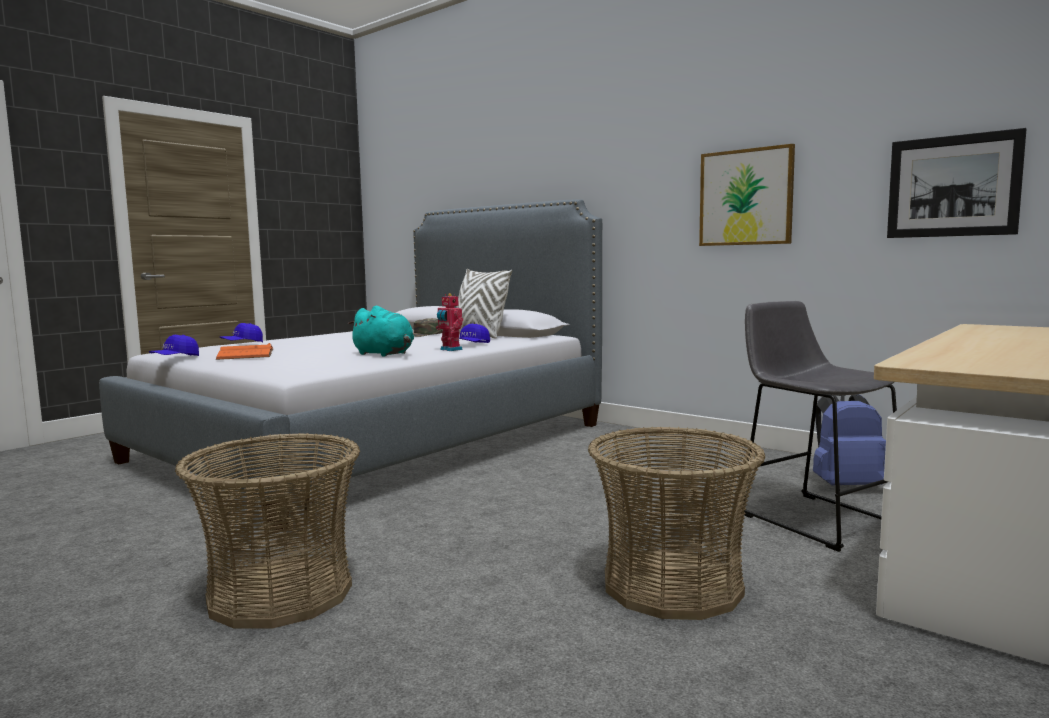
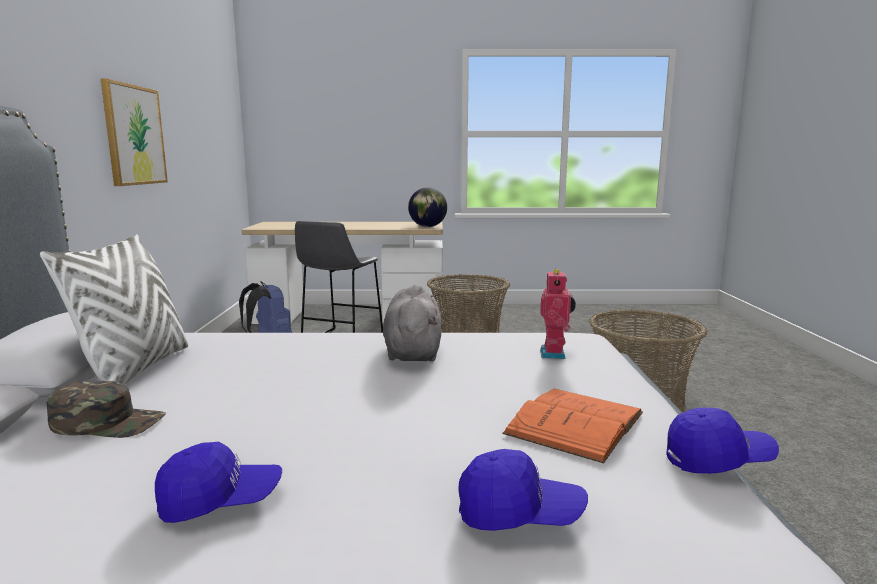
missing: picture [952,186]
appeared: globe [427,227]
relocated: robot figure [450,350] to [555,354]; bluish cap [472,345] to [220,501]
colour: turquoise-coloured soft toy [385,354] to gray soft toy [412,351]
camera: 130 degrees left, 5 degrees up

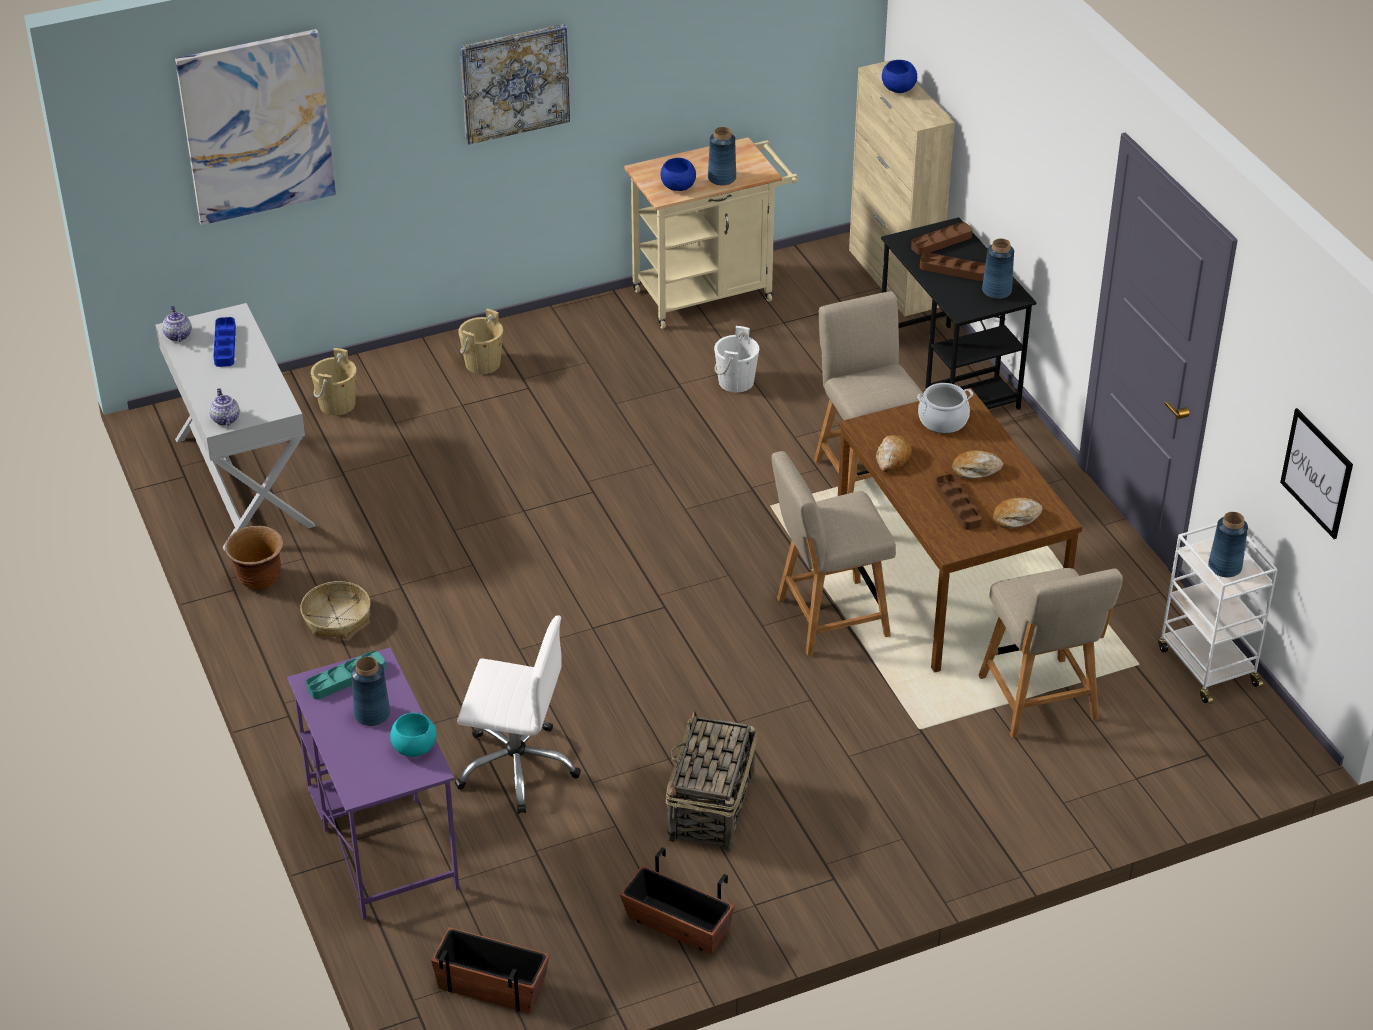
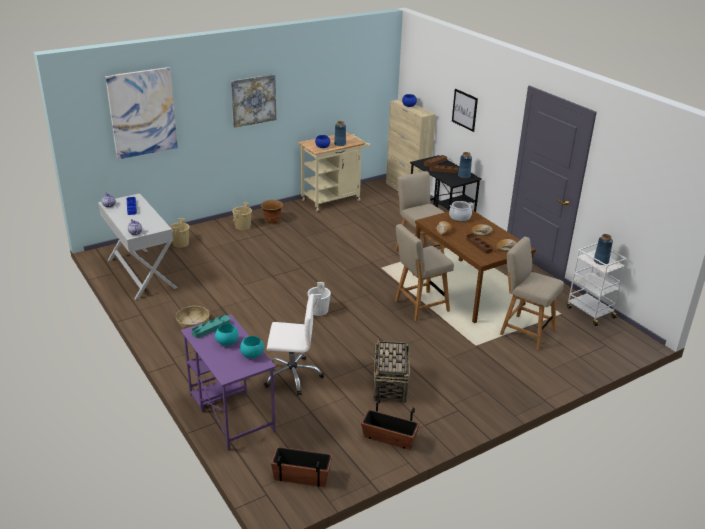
relocated: brown flower pot [259,580] to [272,221]; white-coloured bucket [736,381] to [319,311]; picture [1317,473] to [464,110]
exchanged: bluish flower vase [372,714] to turquoise-coloured deep dish [227,342]
spun: sand-coloured plain chair [1040,702] = [524,331] 150 degrees clockwise
camera: 10 degrees left, 10 degrees down

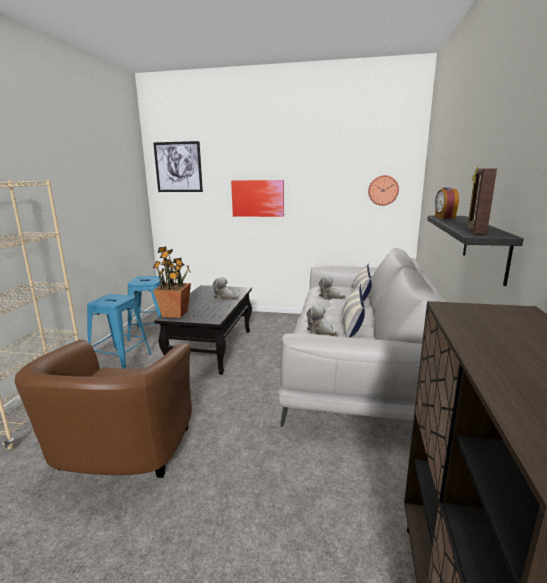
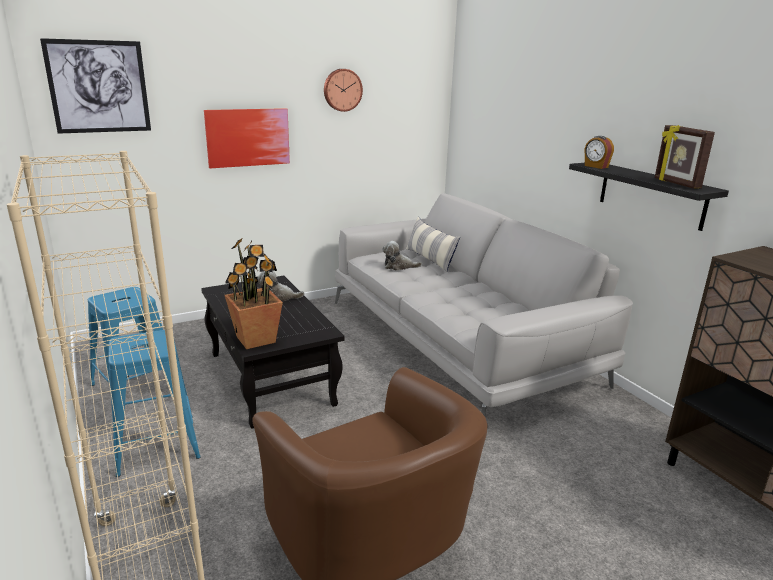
missing: soft toy [321,331]; pillow [352,326]
relocated: hanging clock [383,190] to [342,90]
camera: 40 degrees left, 5 degrees up

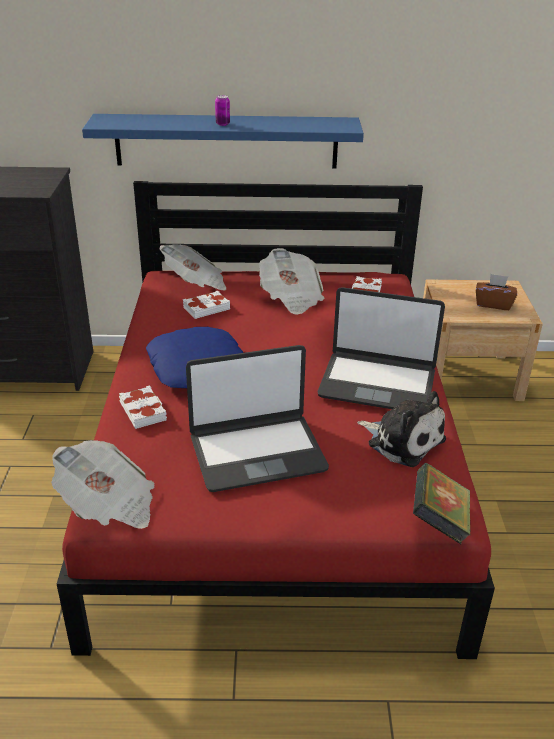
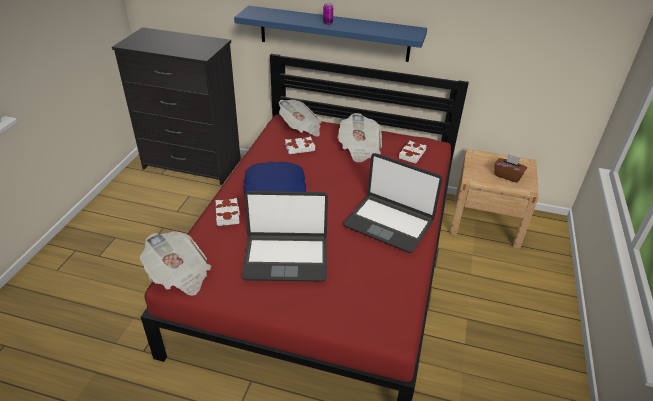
missing: soft toy [402,440]; volume [439,521]
camera: 15 degrees right, 5 degrees up

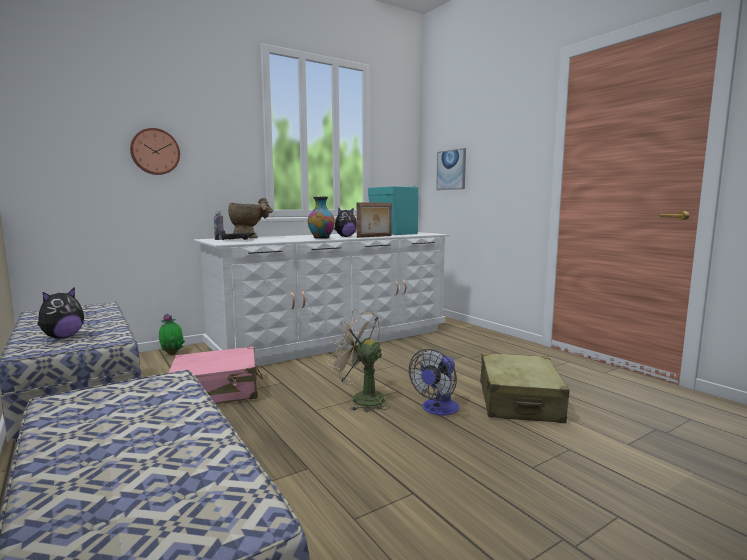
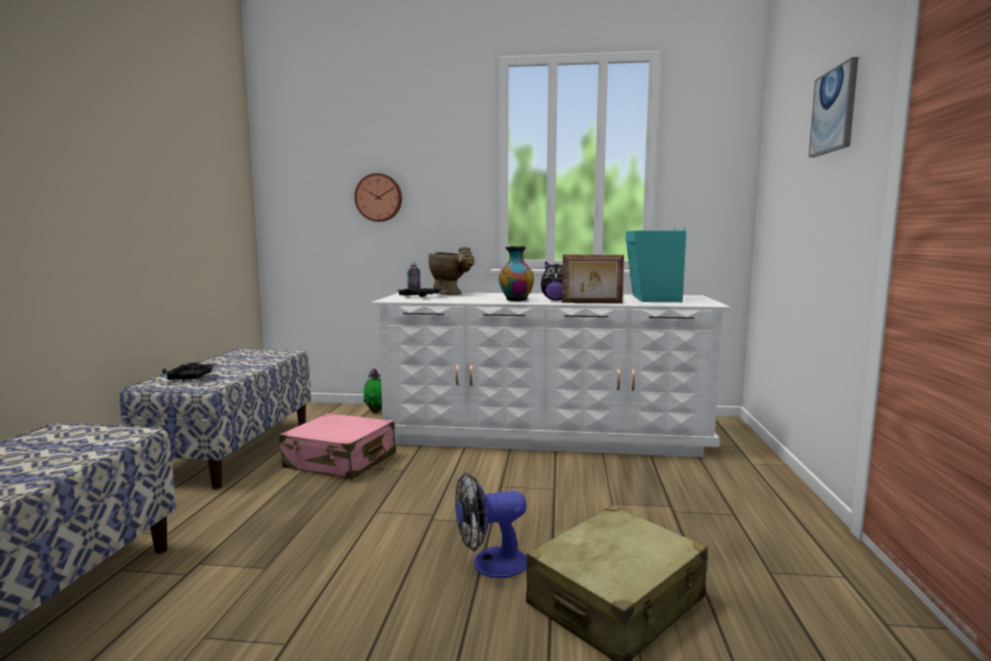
missing: sand-coloured fan [361,399]
relocated: picture [451,170] to [834,111]
exchanged: soft toy [62,337] to blackish tray [192,377]
camera: 40 degrees right, 0 degrees up

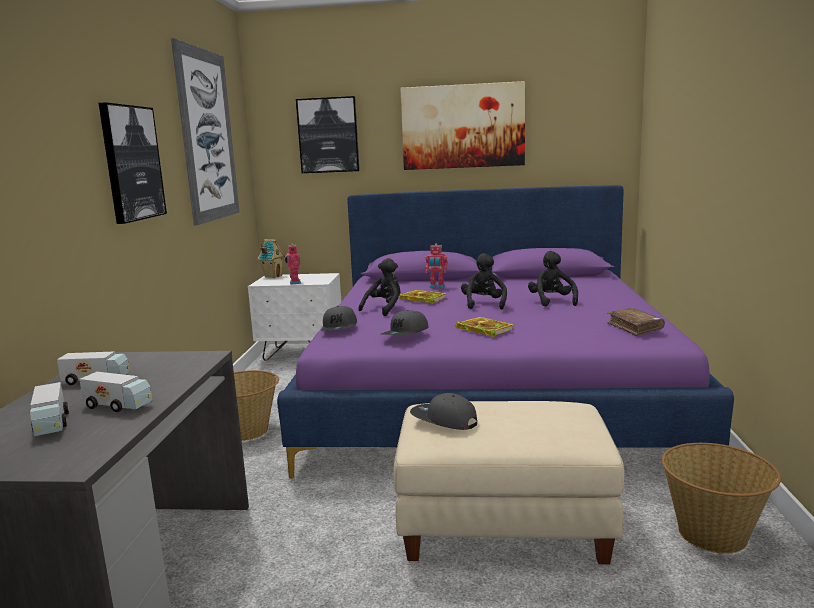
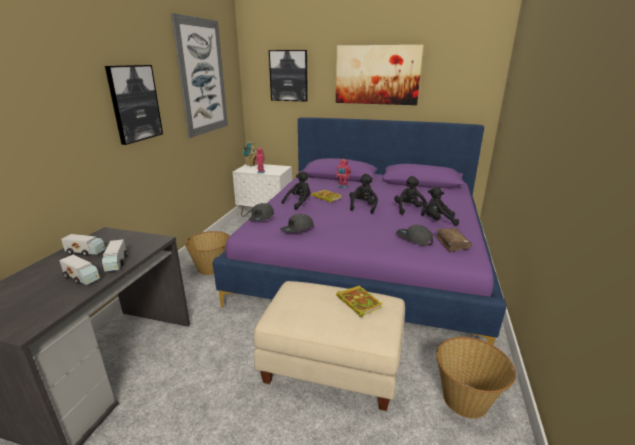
appeared: blackish soft toy [438,221]
relocated: toy lorry [51,424] to [116,263]; gray cap [443,420] to [414,239]; volume [483,329] to [358,302]
camera: 10 degrees right, 10 degrees up

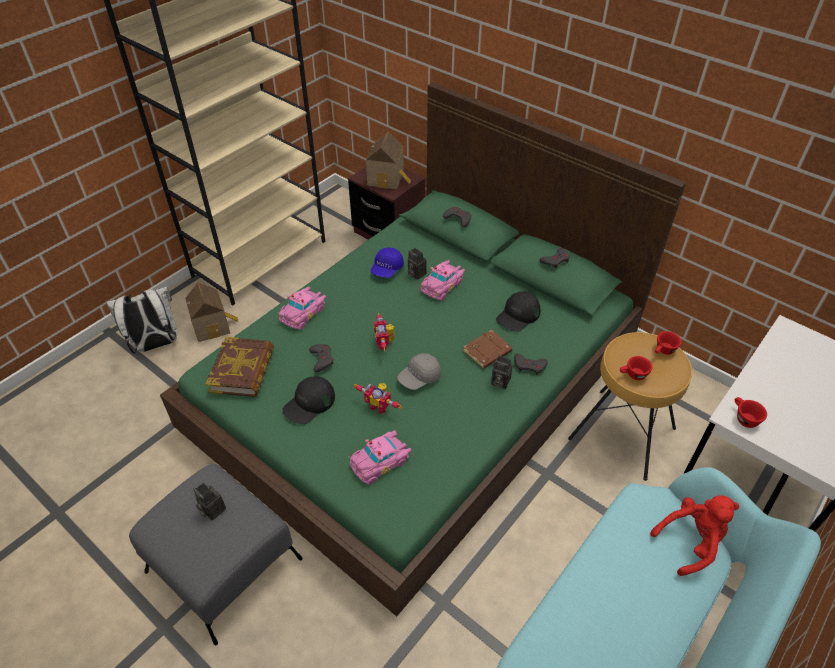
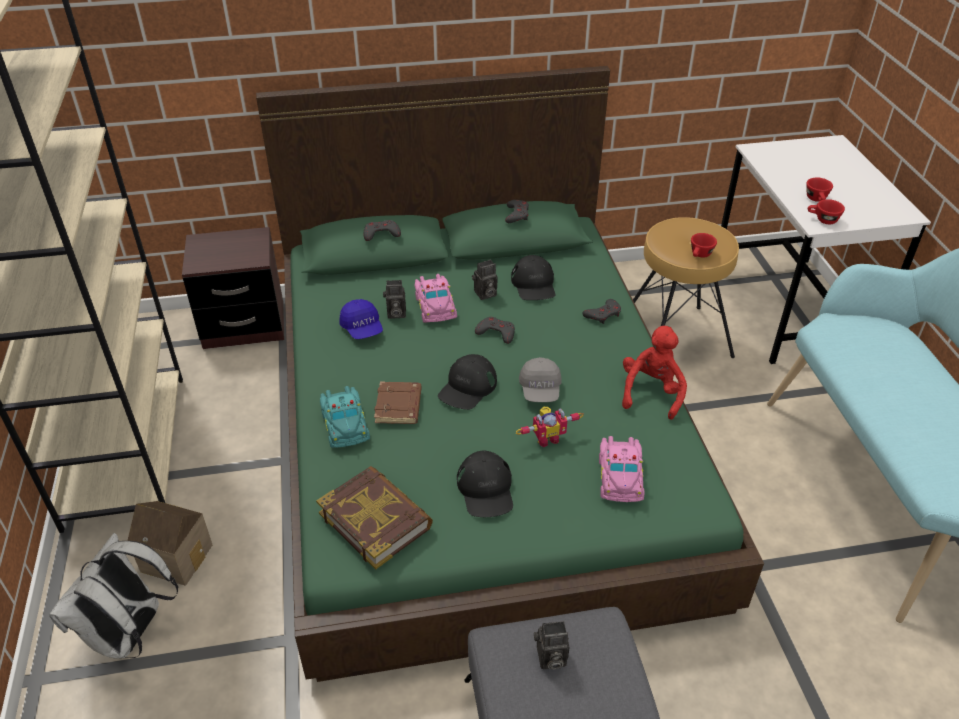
missing: miniature house [387,179]
relocated: gray joypad [321,359] to [496,332]; brown volume [487,352] to [399,407]; photo camera [499,382] to [485,294]; reddish soft toy [691,541] to [651,392]; reddish drinking cup [663,351] to [817,200]
exchanged: robot figure [385,343] to blackish cap [467,387]
colour: pink-coloured miniature car [304,313] to turquoise-coloured miniature car [346,424]
camera: 50 degrees left, 5 degrees down

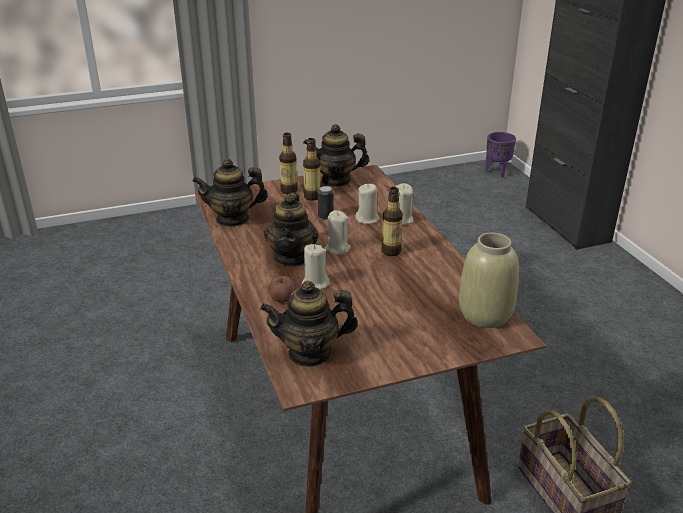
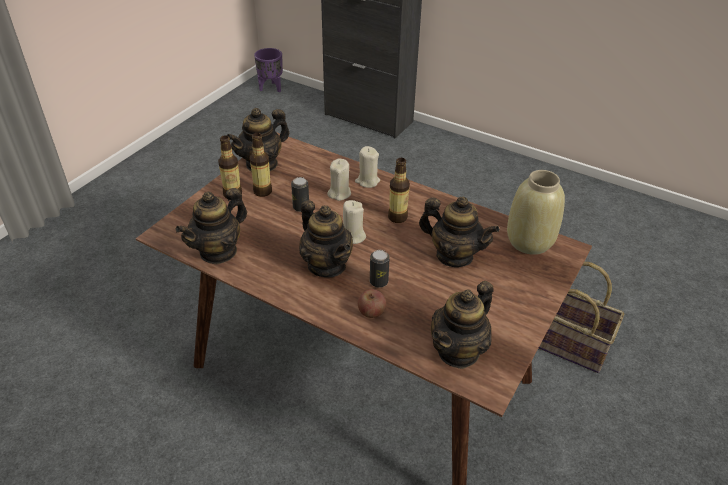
appeared: tea pot [454,255]
exchanged: sand-coloured wax candle [315,284] to metal can [378,282]
camera: 40 degrees left, 10 degrees up

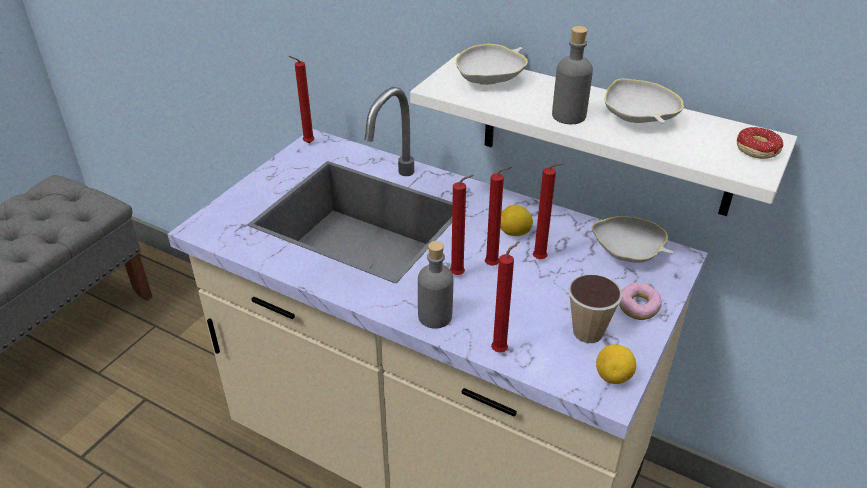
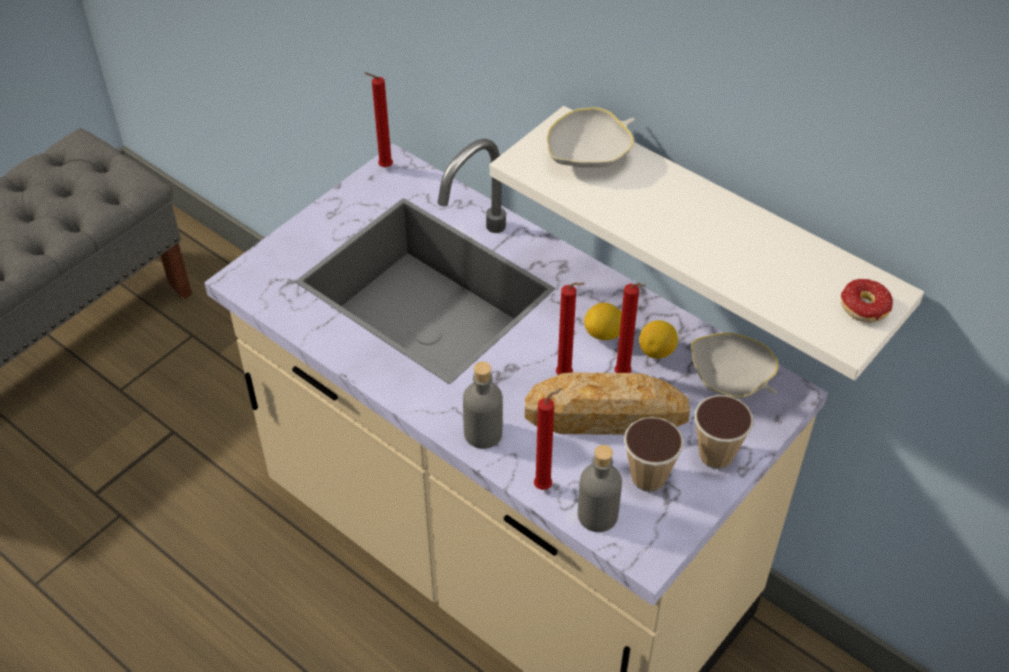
missing: reddish wax candle [459,275]; white-coloured deep dish [638,119]
appeared: bread [606,414]
relocated: gray beverage bottle [568,116] to [597,515]; lemon [613,377] to [657,351]
exchanged: donut [637,308] to drinking cup [716,455]
camera: 10 degrees right, 10 degrees up

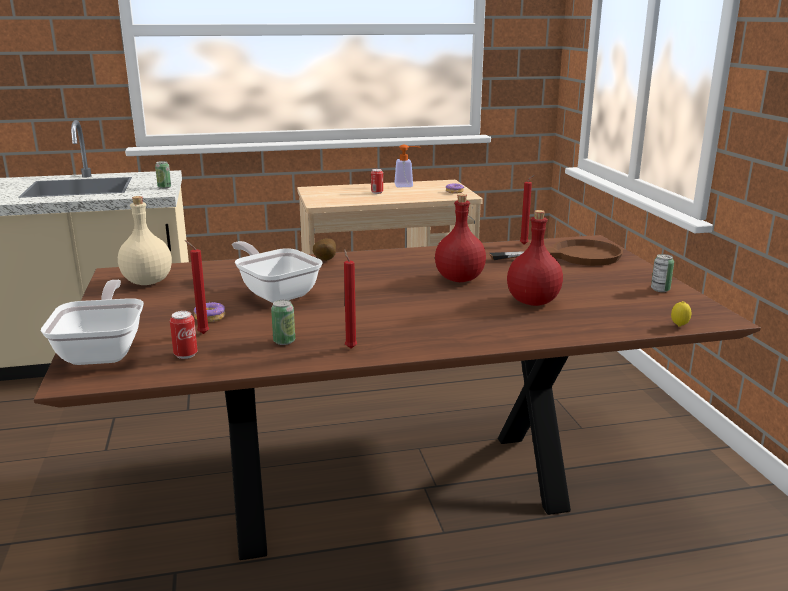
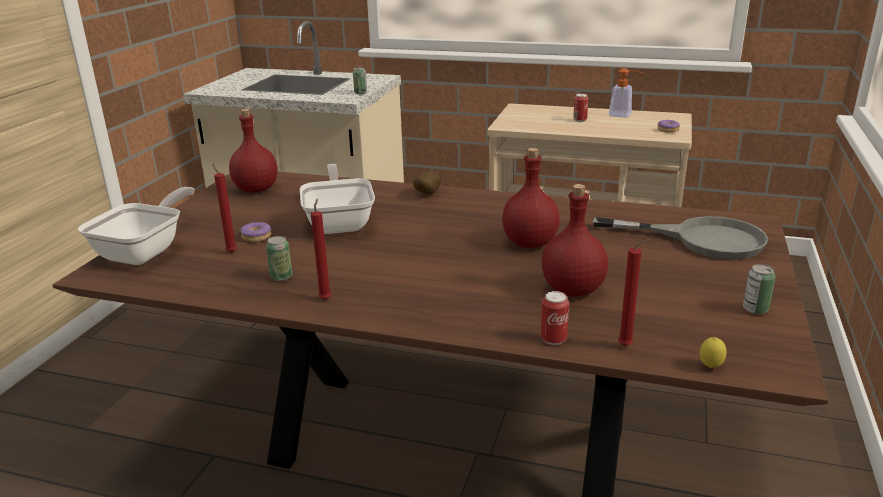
relocated: metal can [185,355] to [553,339]; reddish wax candle [525,244] to [627,346]
colour: sand-coloured beverage bottle [148,282] to reddish beverage bottle [256,190]; brown pan [573,256] to gray pan [701,239]
camera: 30 degrees right, 5 degrees up

